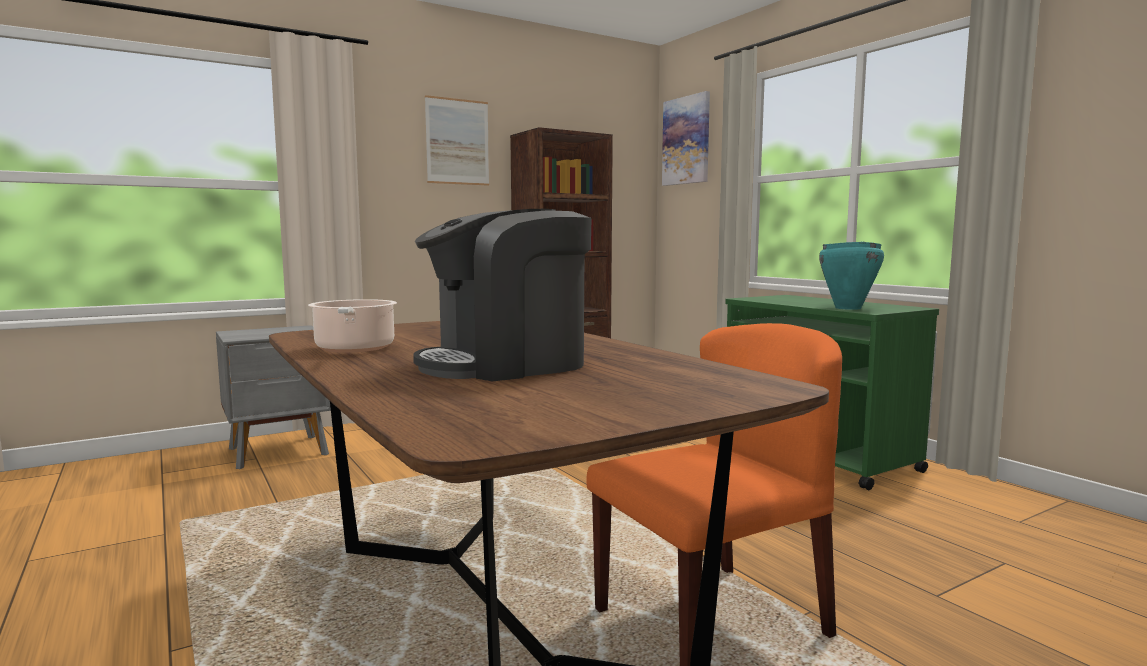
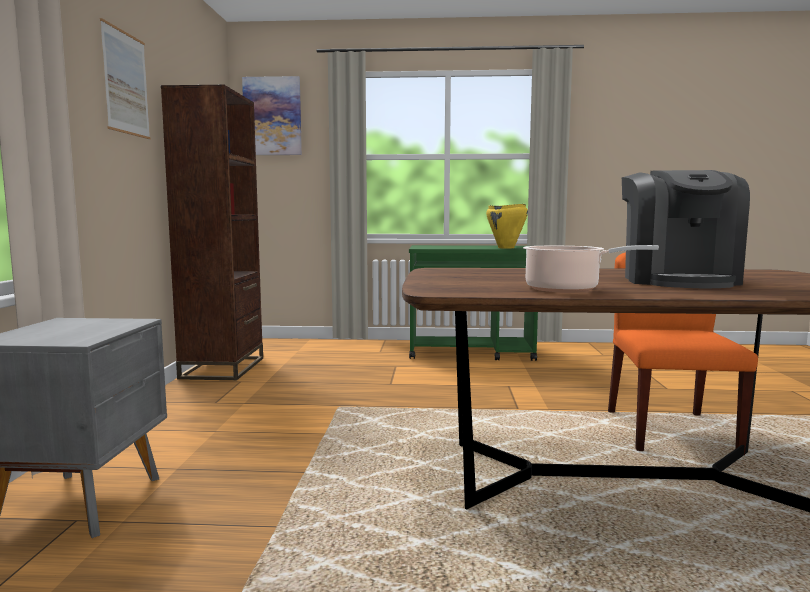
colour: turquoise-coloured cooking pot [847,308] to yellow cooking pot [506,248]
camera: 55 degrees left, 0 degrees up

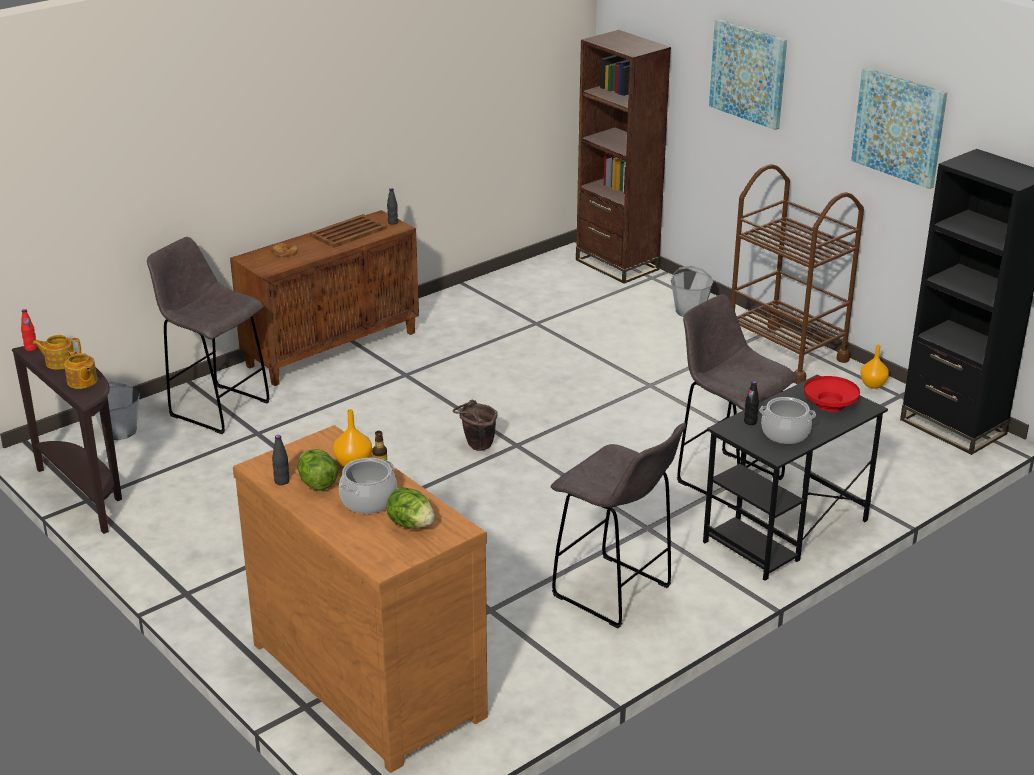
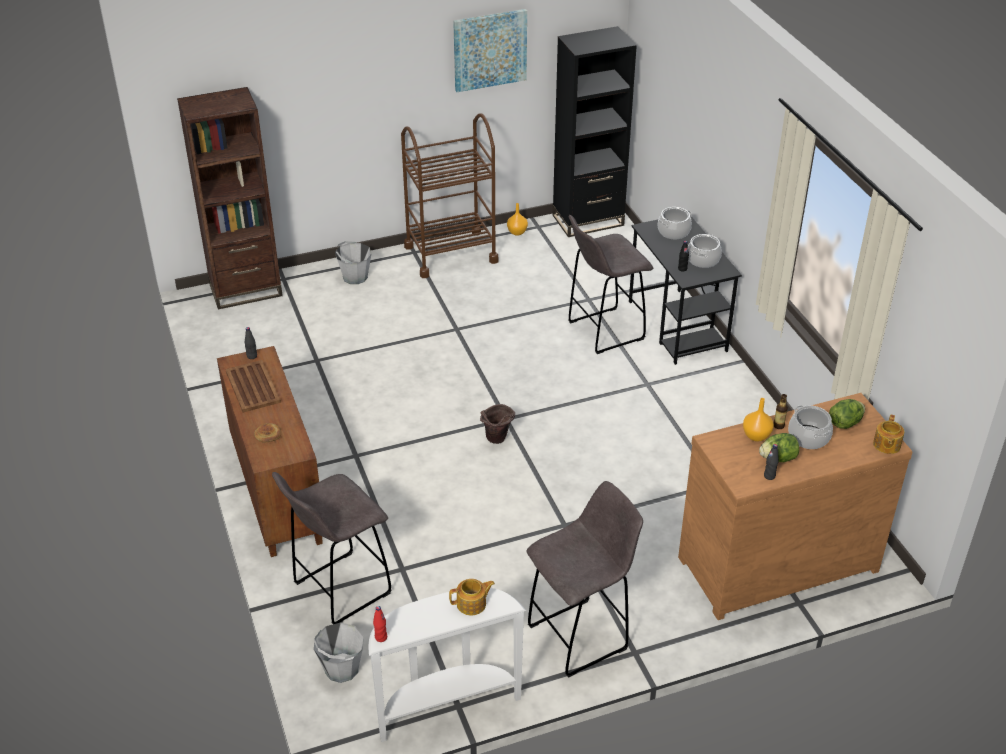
missing: picture [748,73]
relocated: tea pot [60,362] to [886,445]; gray stool seat [614,593] to [580,636]
exchanged: reddish deep dish [830,404] to cooking pot [673,232]
colour: brown narrow table [87,493] to white-coloured narrow table [446,705]
camera: 70 degrees left, 10 degrees up

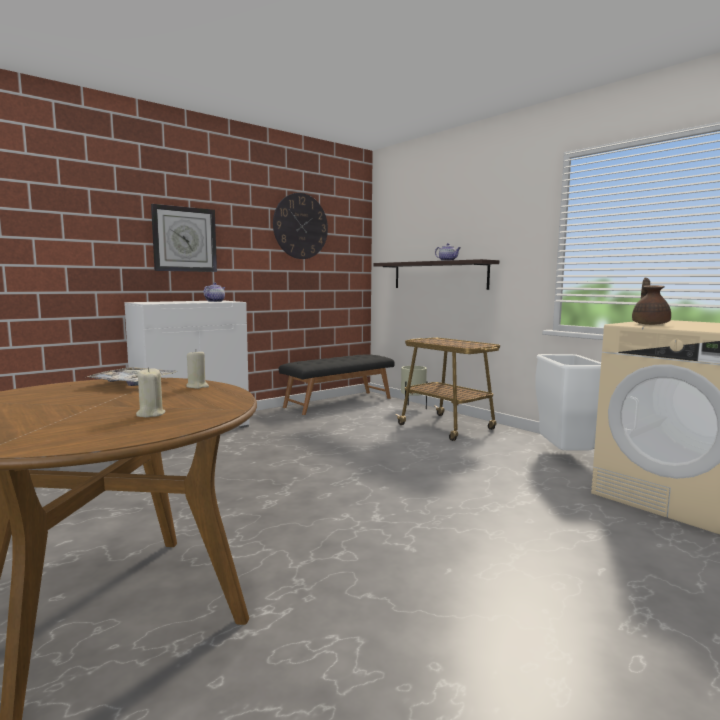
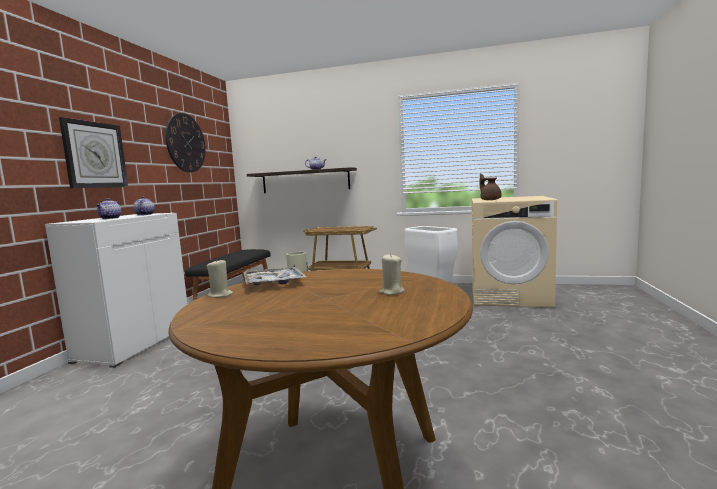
appeared: tea pot [110,218]
relocated: sand-coloured wax candle [197,386] to [220,295]
camera: 35 degrees left, 0 degrees up

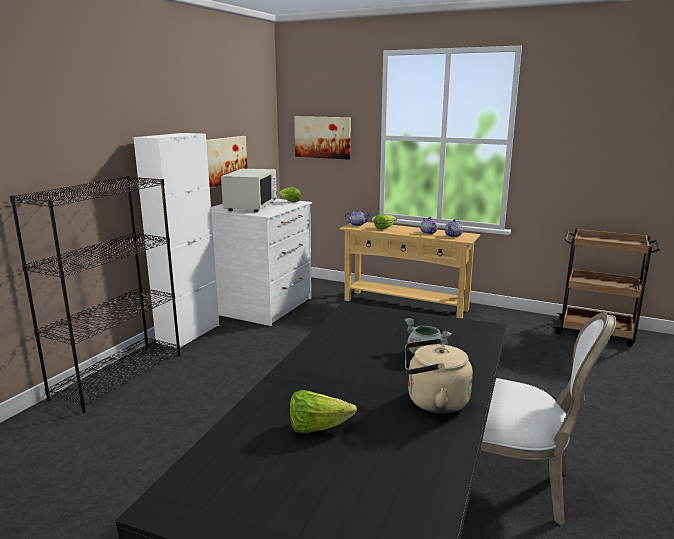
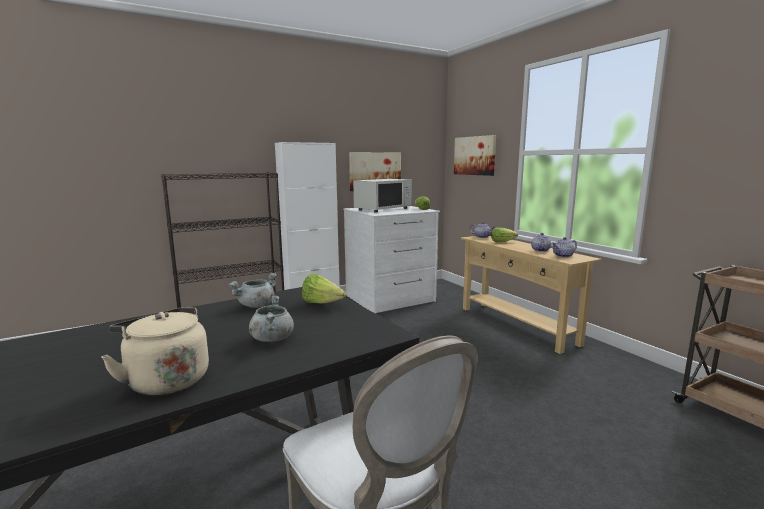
appeared: gray cooking pot [256,306]
relocated: lettuce head [317,428] to [322,304]
camera: 35 degrees right, 5 degrees down

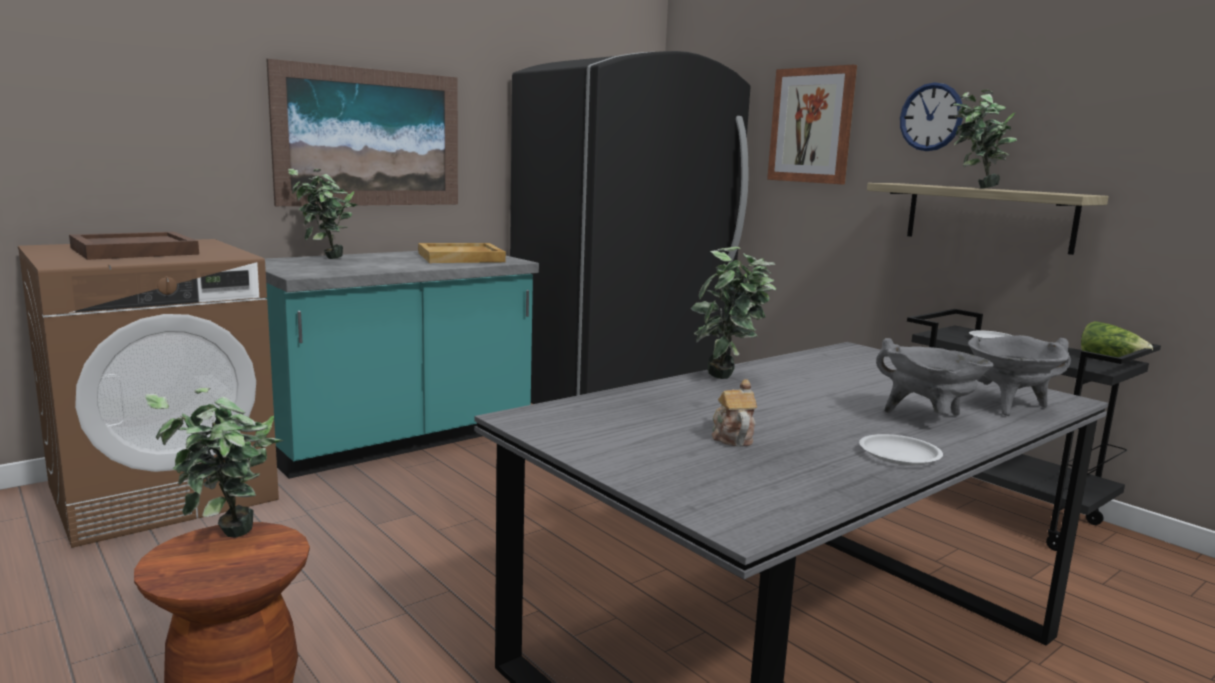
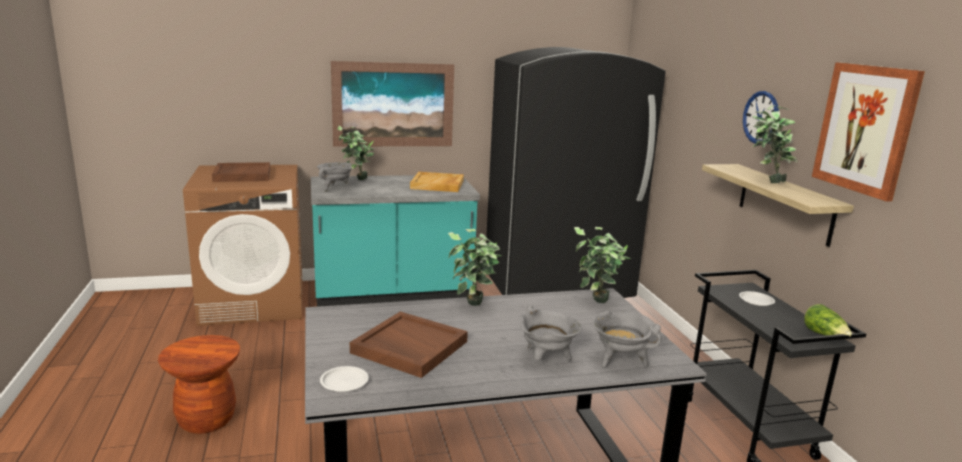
appeared: gray cooking pot [335,189]
relocated: potted plant [225,541] to [596,304]; picture [811,125] to [865,129]; white-coloured flat dish [898,455] to [344,382]
exchanged: tea pot [731,437] to brown tray [408,347]
camera: 25 degrees right, 5 degrees up

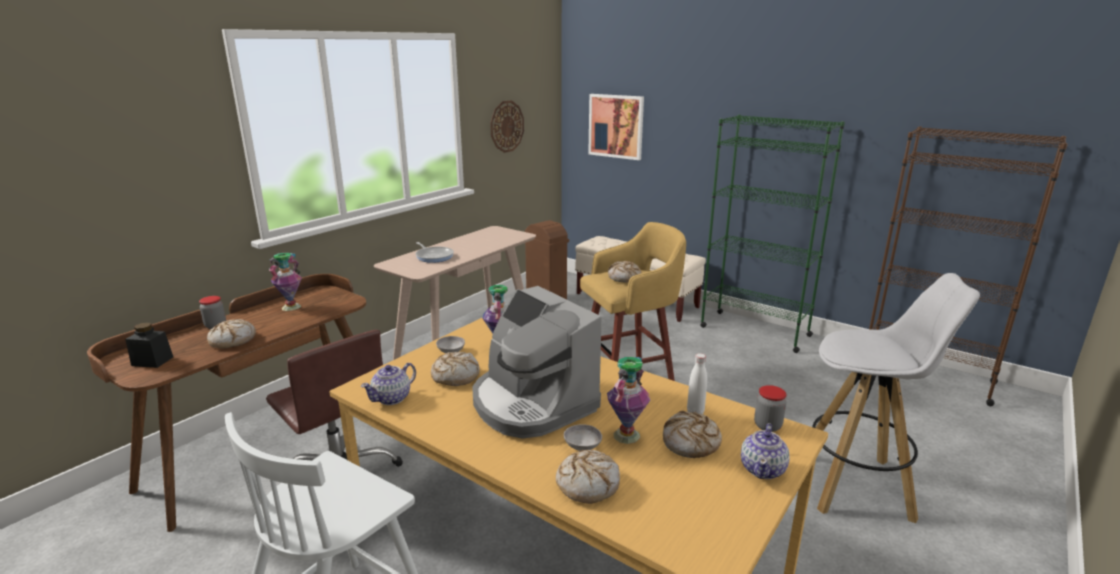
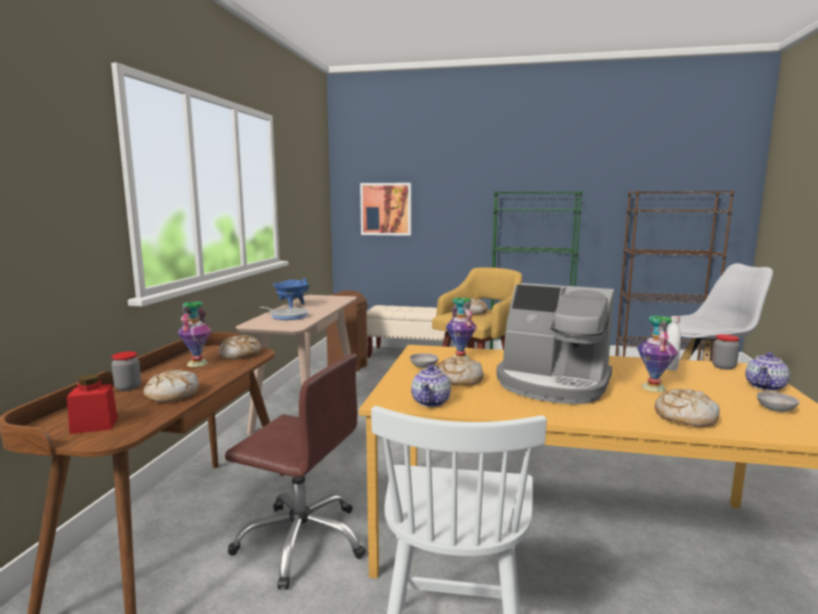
missing: hanging clock [506,126]
appeared: bluish cooking pot [291,306]
relocated: gray deep dish [582,446] to [776,409]; bread [690,442] to [240,354]
colour: blackish storage jar [152,361] to reddish storage jar [94,425]
spun: tea pot [763,469] = [766,386] 45 degrees clockwise
camera: 25 degrees left, 10 degrees down

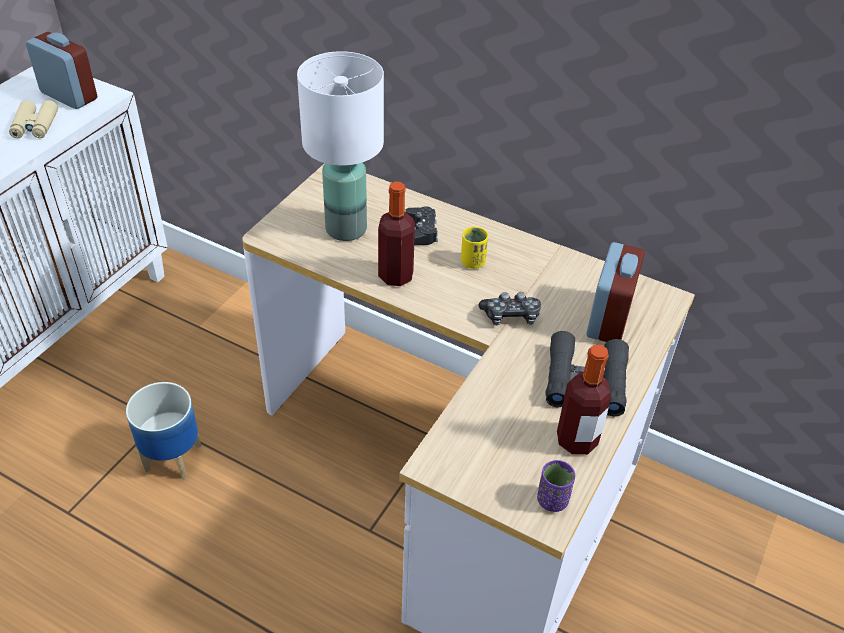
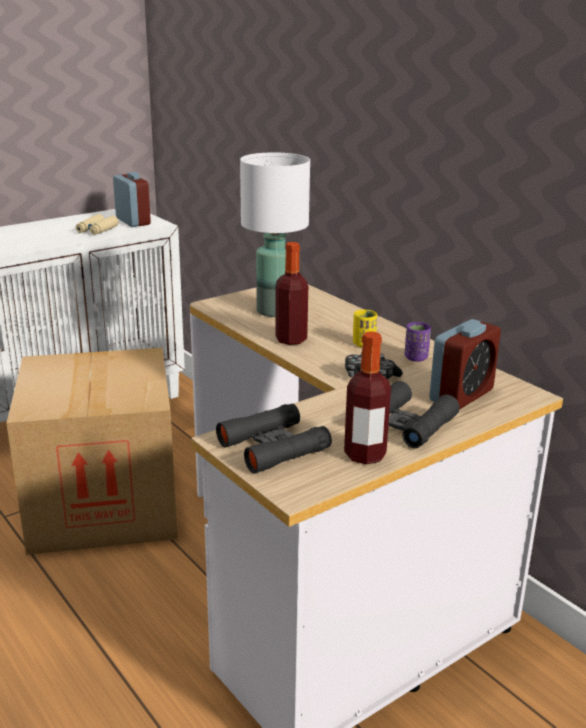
missing: blackish joypad [421,231]
appeared: blackish pair of binoculars [273,447]
relocated: purplish drinking cup [552,500] to [416,358]
exchanged: flower pot [172,458] to cardboard box [103,504]
camera: 25 degrees right, 20 degrees down

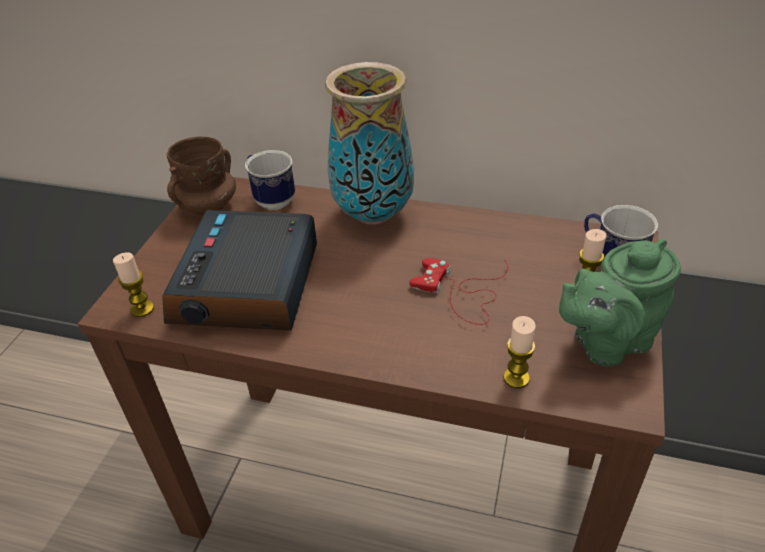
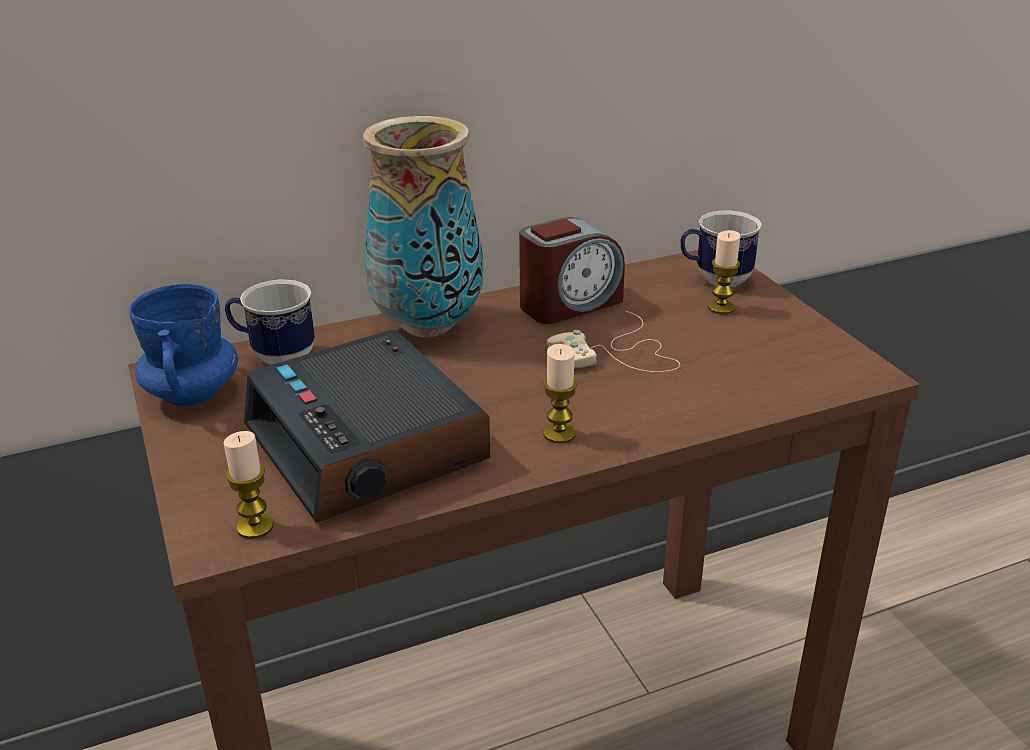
missing: greenish tea pot [606,342]
appeared: table clock [569,304]
relocated: wax candle [516,378] to [559,434]
colour: brown mug [208,206] to bluish mug [193,393]; reddish joypad [461,293] to sand-coloured joypad [617,355]
camera: 40 degrees left, 10 degrees down

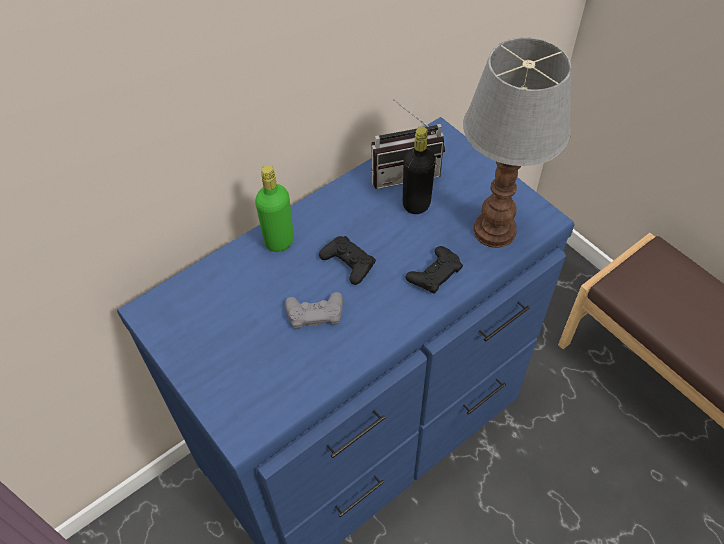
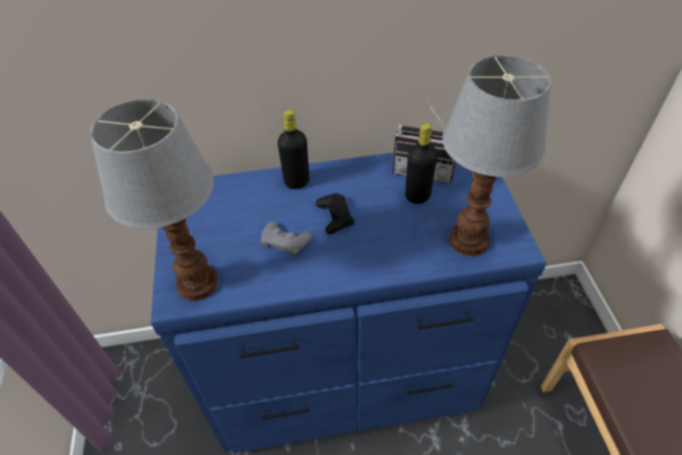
missing: blackish joypad [434,273]
appeared: tabletop lamp [196,284]
colour: greenish beverage bottle [279,241] to blackish beverage bottle [296,181]
camera: 30 degrees right, 5 degrees down

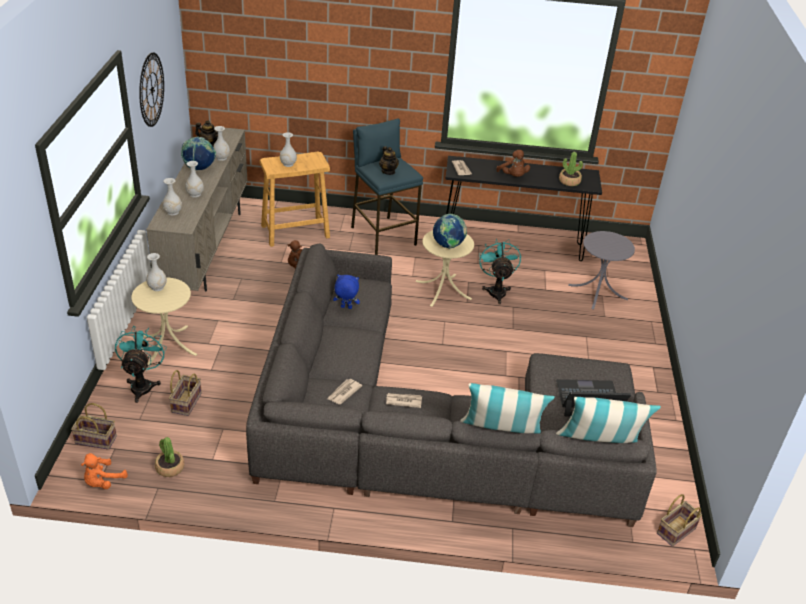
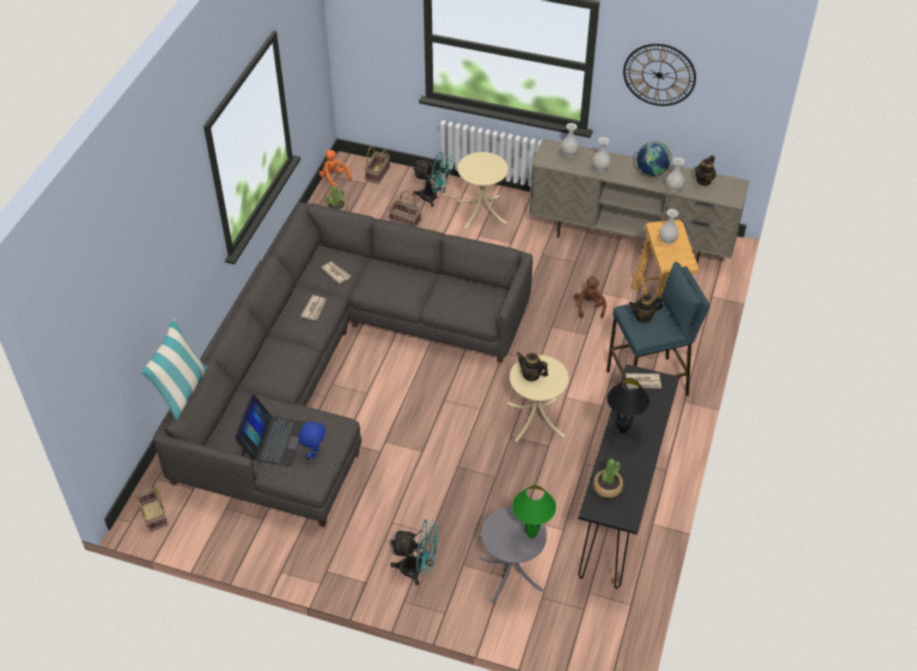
missing: white-coloured flower vase [157,287]; pillow [500,435]
appeared: greenish tabletop lamp [532,535]
relocated: bluish soft toy [346,307] to [314,452]; turquoise-coloured fan [496,290] to [417,569]
exchanged: globe [448,246] to tea pot [531,375]; brown soft toy [513,176] to blackish tabletop lamp [622,430]
camera: 105 degrees right, 10 degrees up

